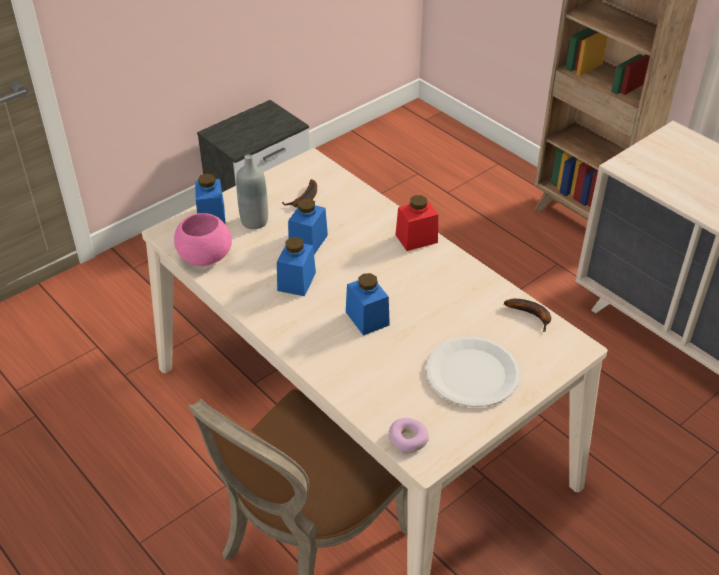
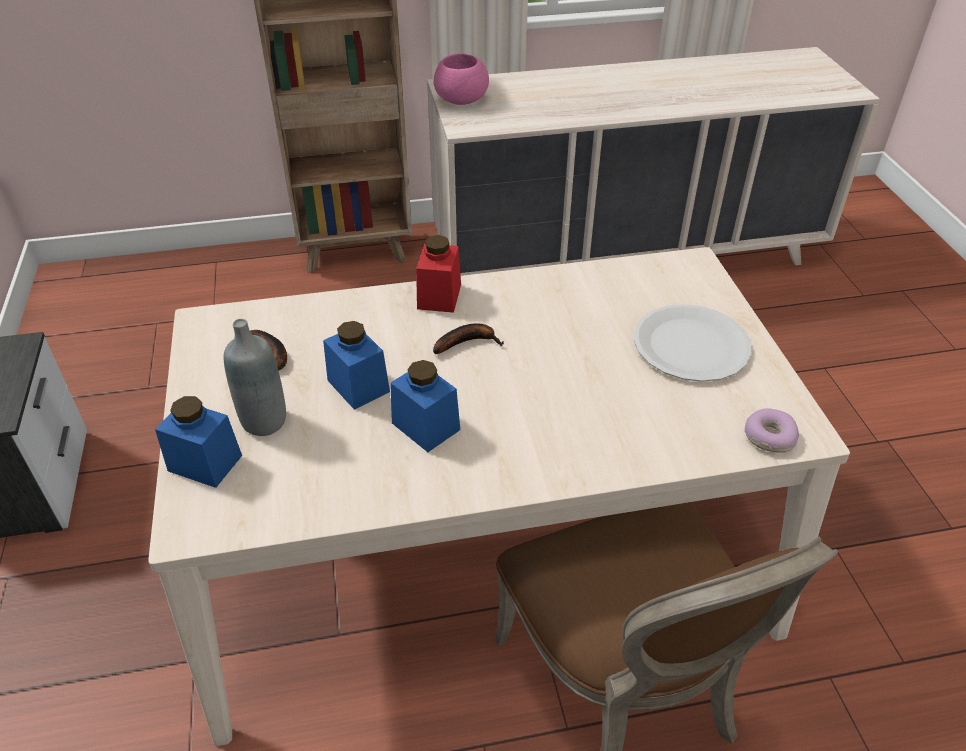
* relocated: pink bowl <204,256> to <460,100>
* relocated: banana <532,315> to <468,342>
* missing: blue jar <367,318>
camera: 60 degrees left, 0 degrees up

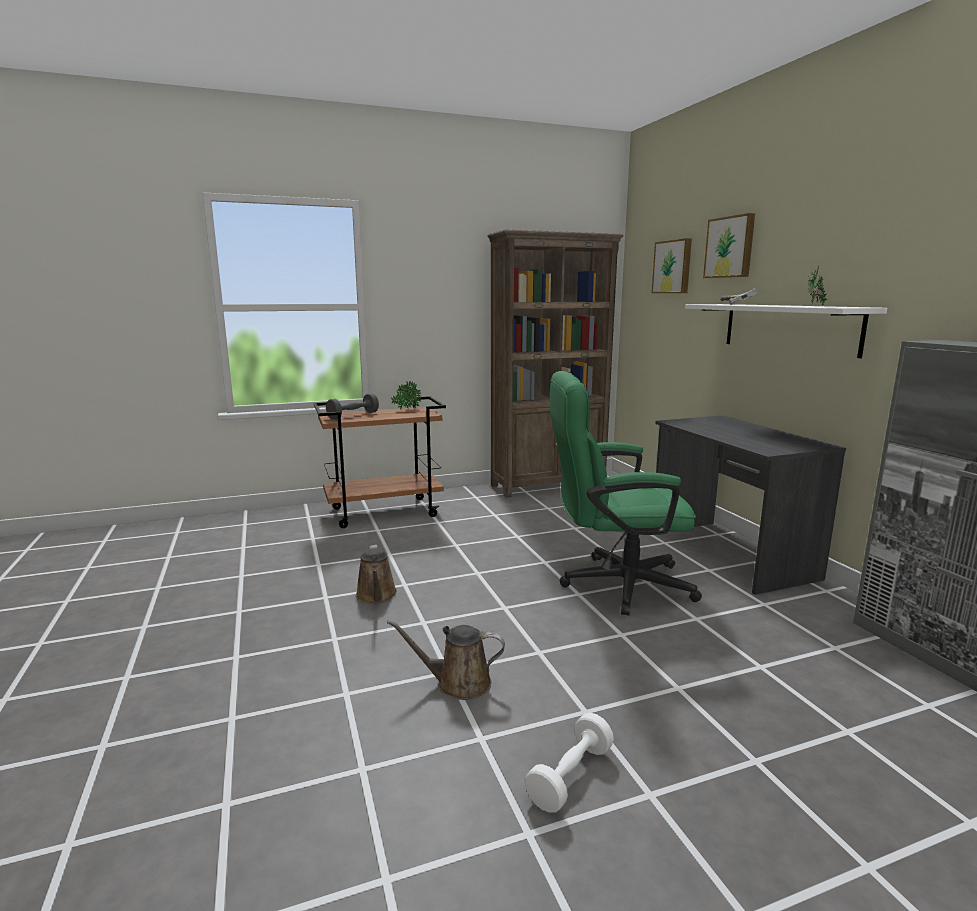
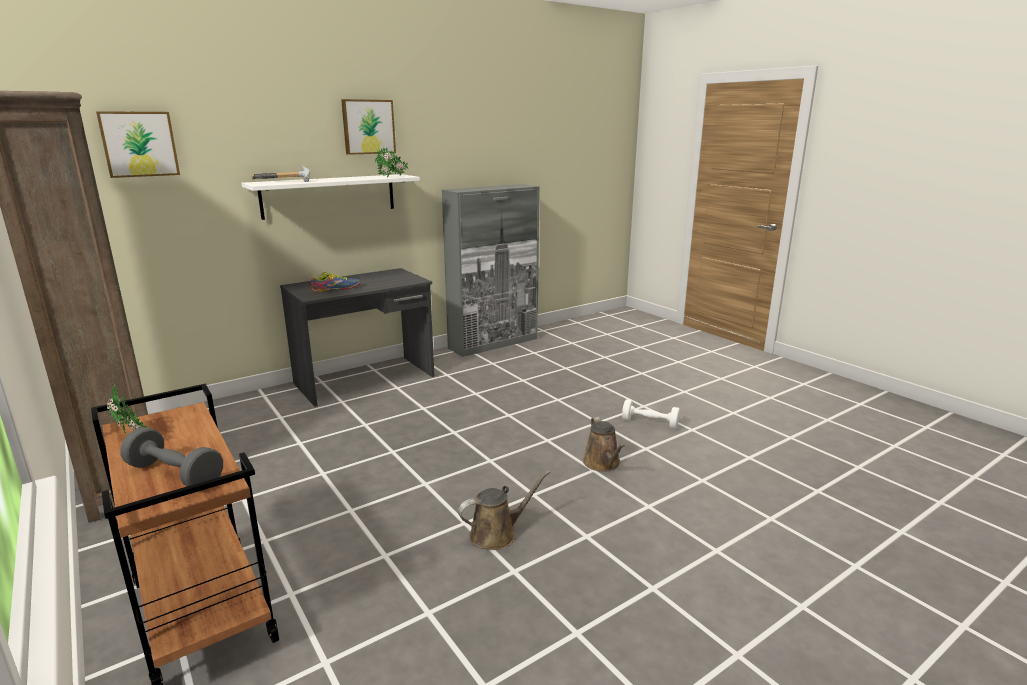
* appeared: shoe <336,288>
* relocated: picture <730,247> to <368,127>
* missing: green office chair <614,584>
camera: 105 degrees left, 5 degrees up

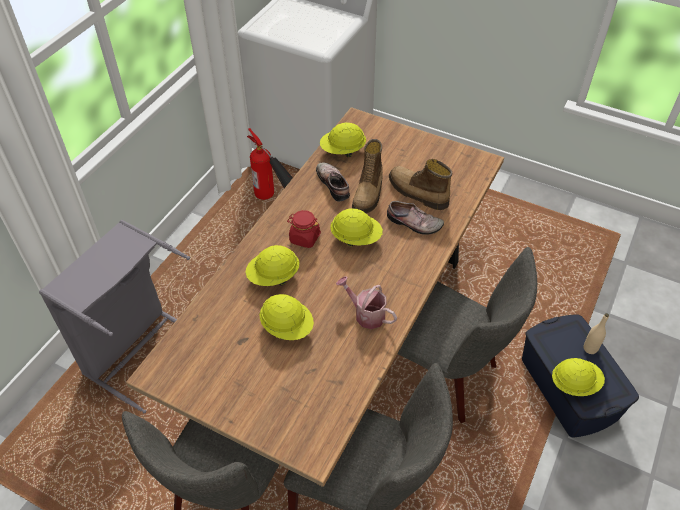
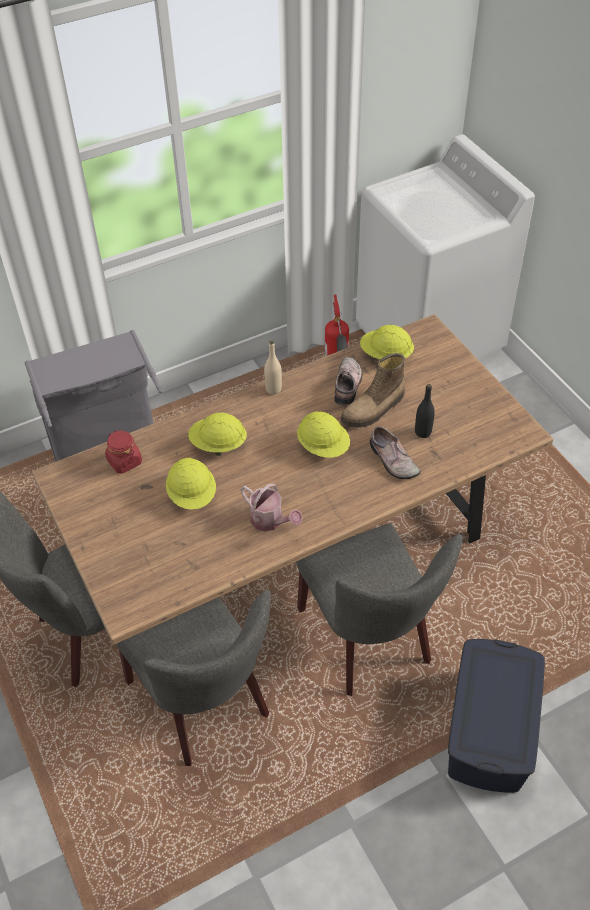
* relocated: red jar <304,238> to <124,461>
* spun: watering can <366,314> = <270,521> 150 degrees clockwise
* relocated: beige bottle <590,348> to <273,389>
* exchanged: boot <417,193> to black bottle <423,432>
* missing: yellow hard hat <574,384>
camera: 35 degrees right, 0 degrees up

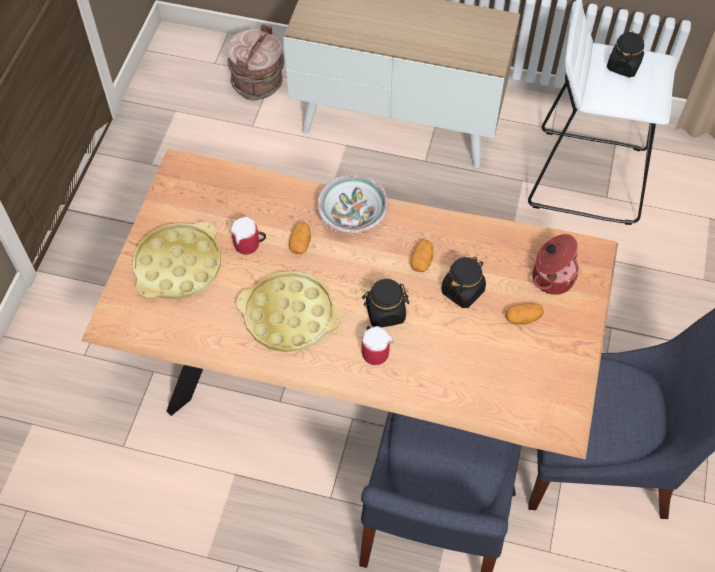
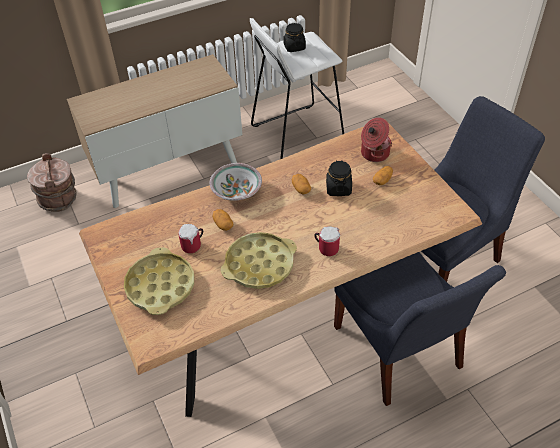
* missing: black jar <385,312>
camera: 40 degrees left, 10 degrees down

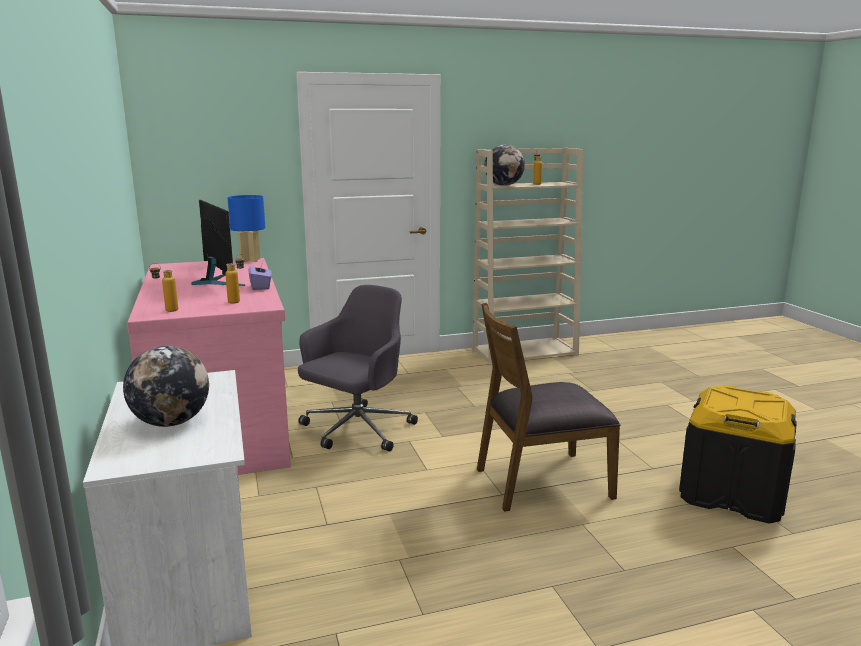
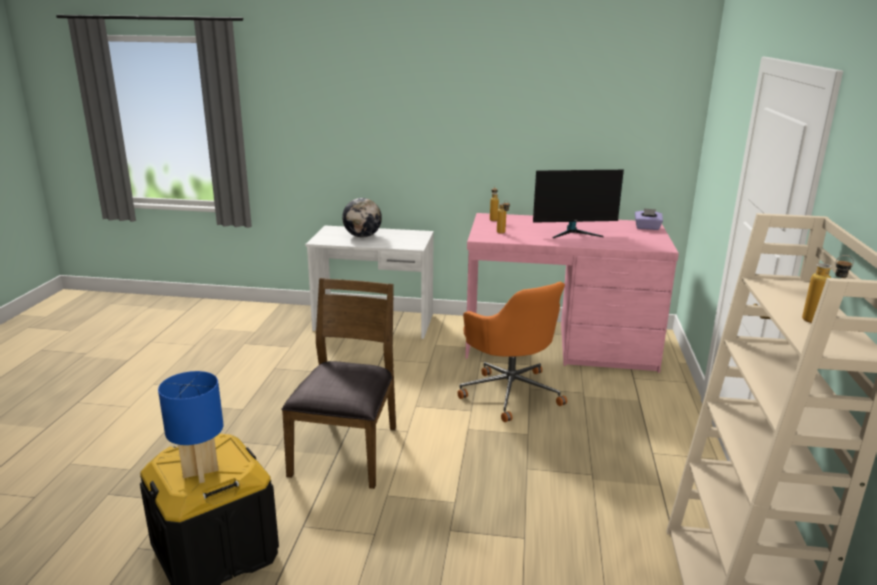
* relocated: blue table lamp <250,260> to <201,472>
* colour: grey office chair <356,430> to orange office chair <510,392>
* relocated: purple tissue box <261,286> to <647,228>
* missing: globe <503,185>
camera: 115 degrees right, 5 degrees up

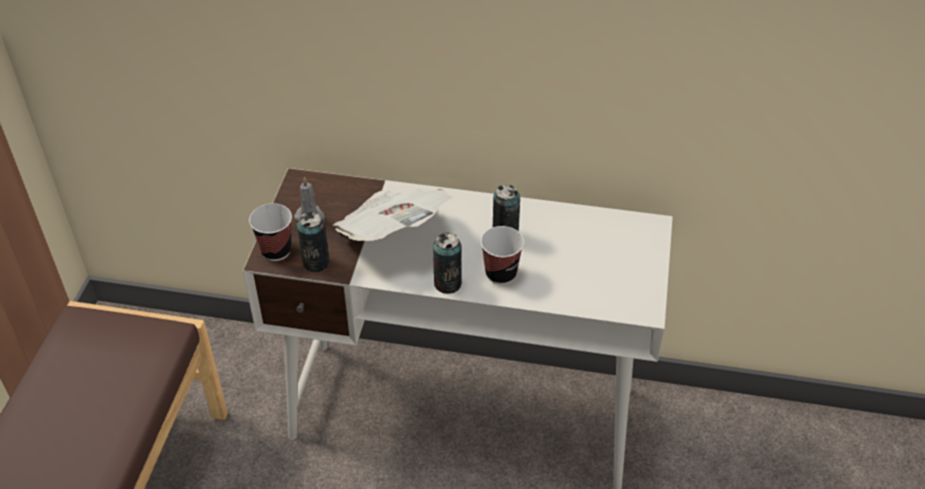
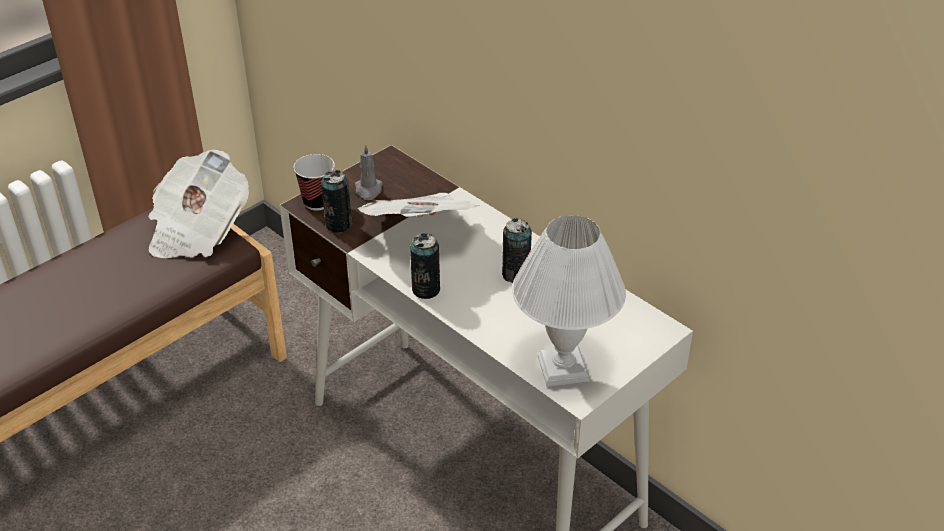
* appeared: newspaper <197,230>
* appeared: white table lamp <564,367>
* missing: cup <501,274>
camera: 35 degrees right, 5 degrees down

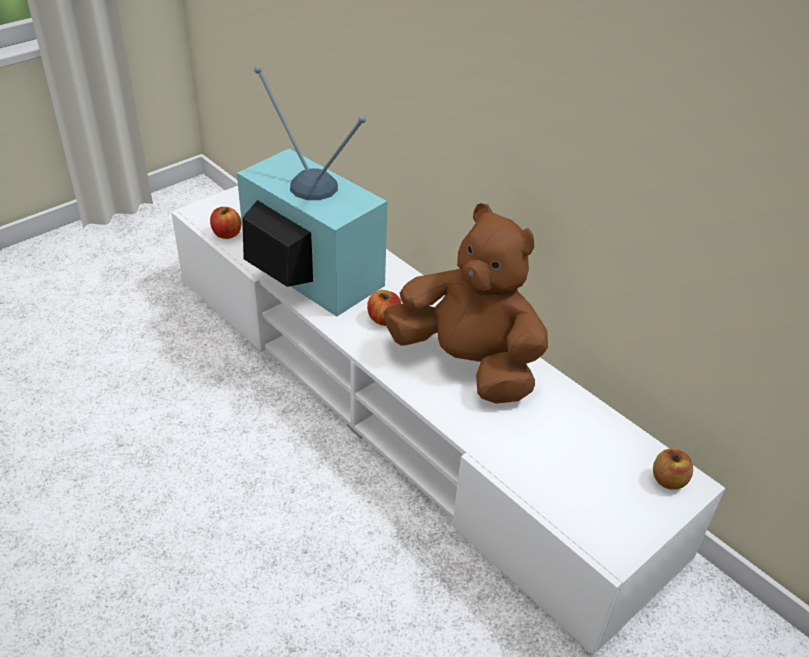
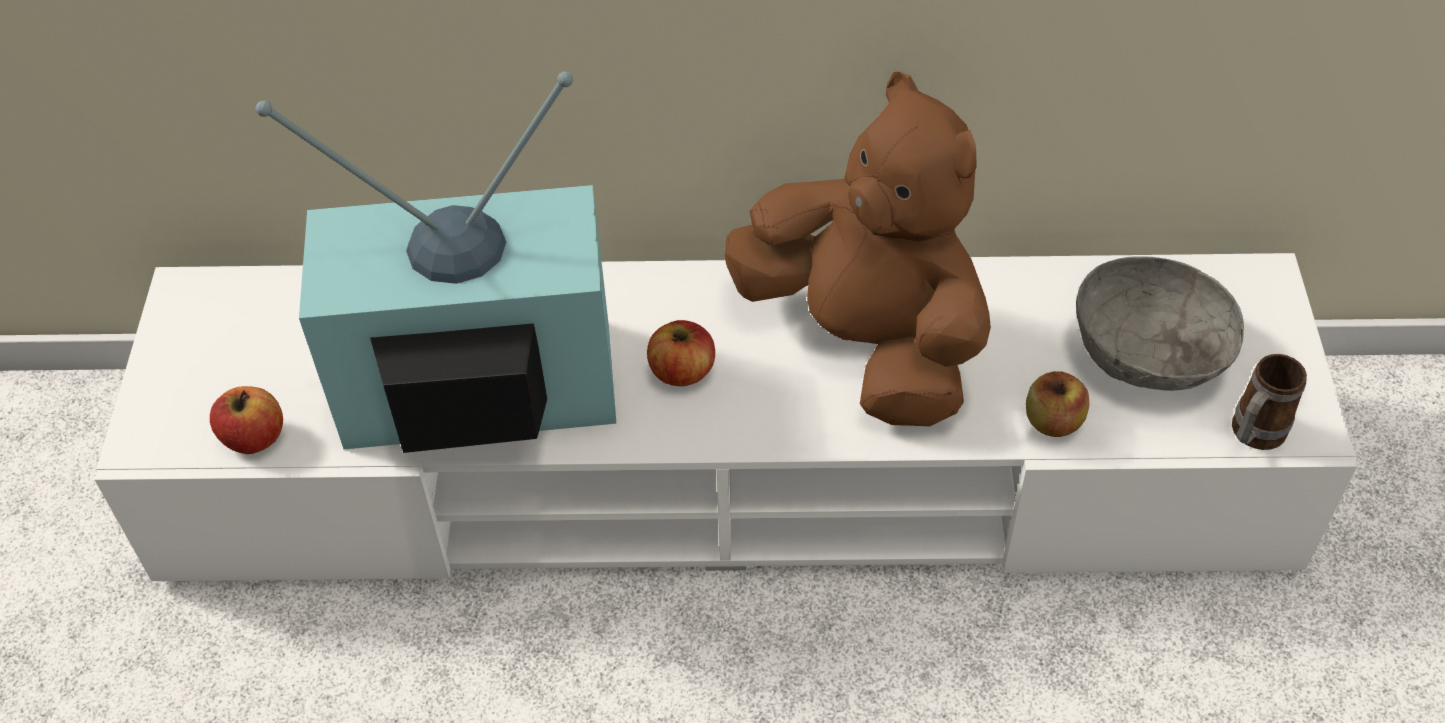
* spun: brown plush toy <467,364> = <865,341> 60 degrees clockwise
* relocated: apple <668,480> to <1053,422>
* appeared: grey bowl <1149,354>
* appeared: mug <1252,436>
camera: 45 degrees left, 10 degrees up

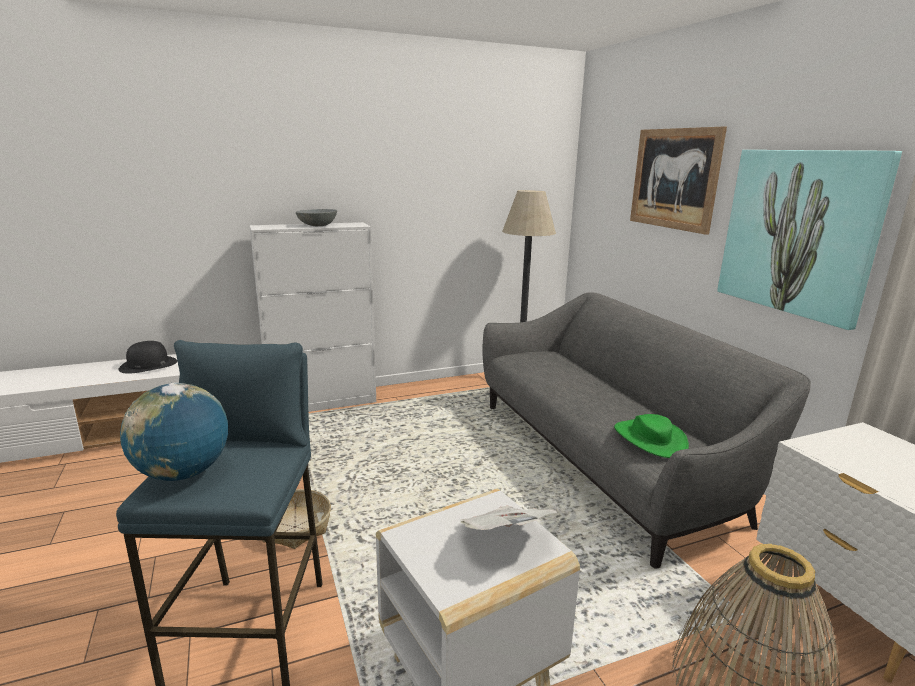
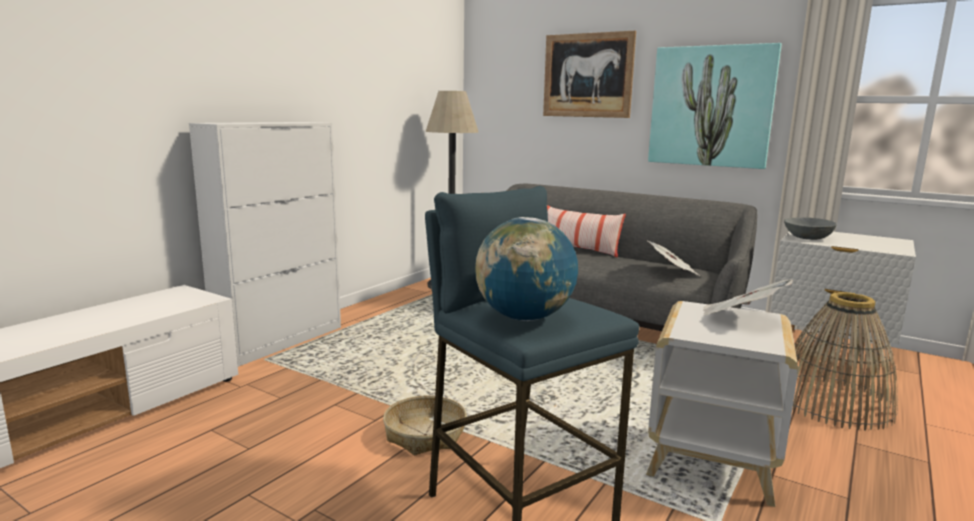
* appeared: pillow <577,250>
* exchanged: green hat <649,439> to newspaper <672,272>
* relocated: grey bowl <318,225> to <807,238>
* missing: black hat <148,365>
camera: 35 degrees left, 5 degrees down

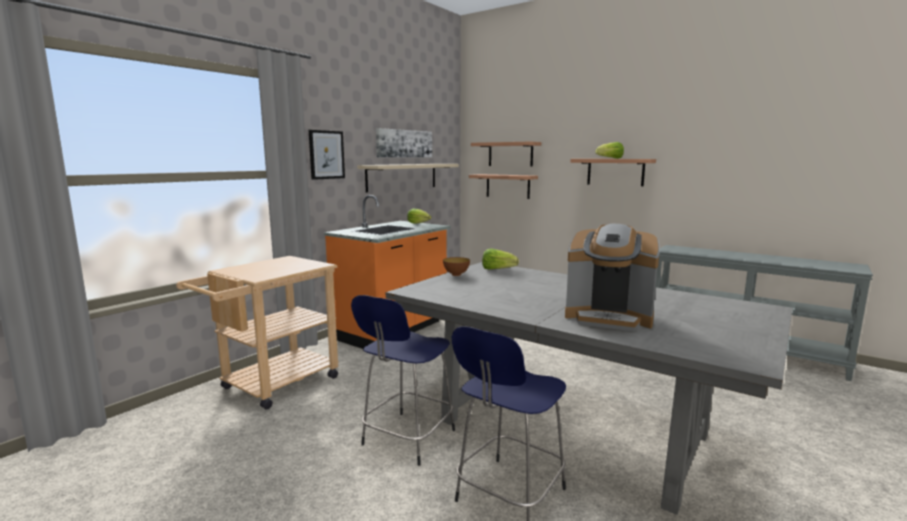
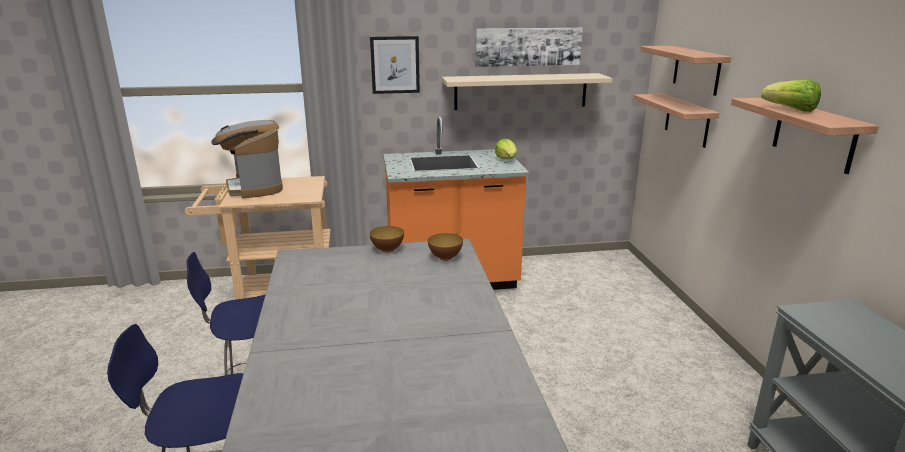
* relocated: coffee machine <609,317> to <254,188>
* exchanged: lettuce <497,269> to bowl <445,258>
camera: 45 degrees right, 10 degrees up

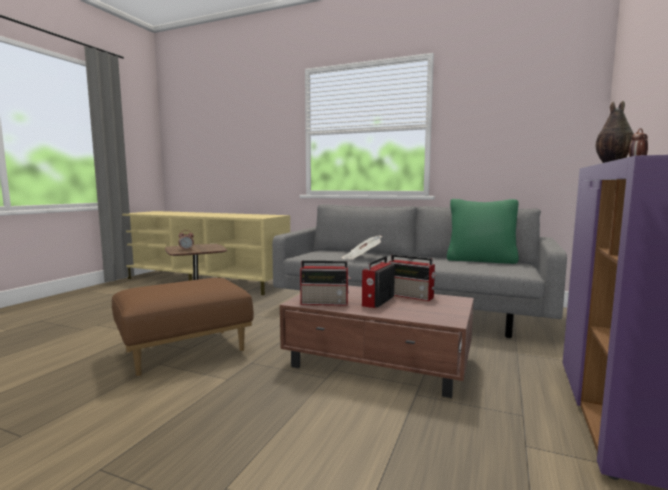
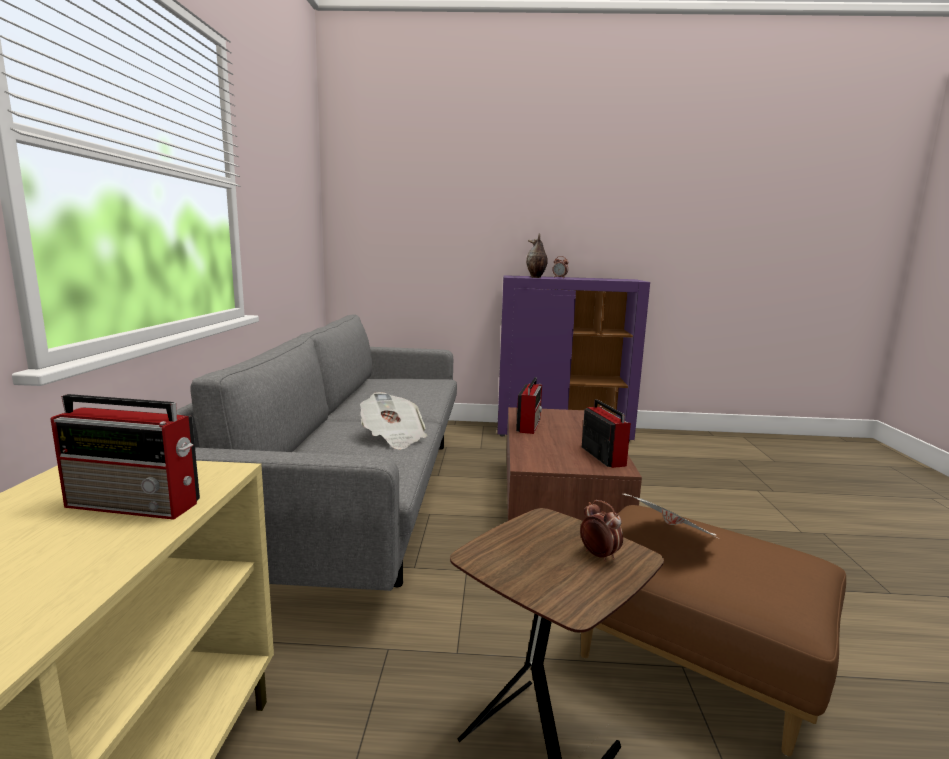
* relocated: radio <377,301> to <136,505>
* appeared: newspaper <671,540>
* missing: green pillow <481,260>
camera: 110 degrees left, 5 degrees up

